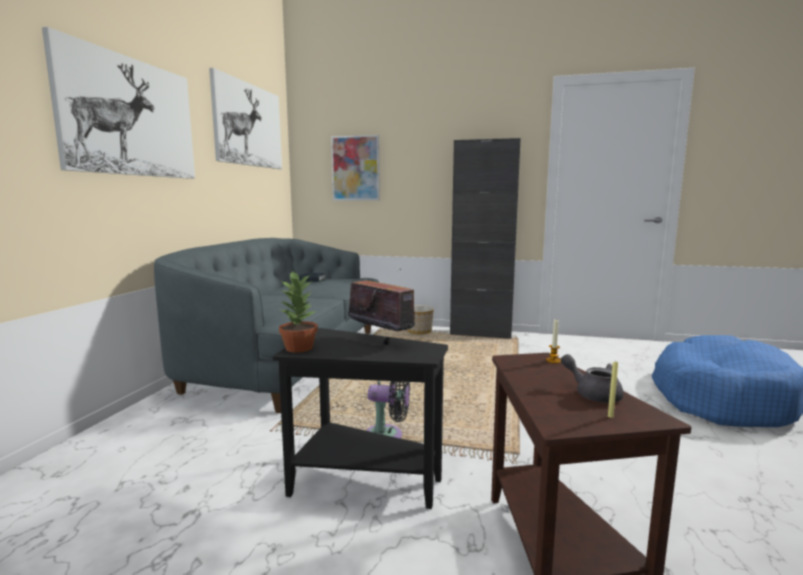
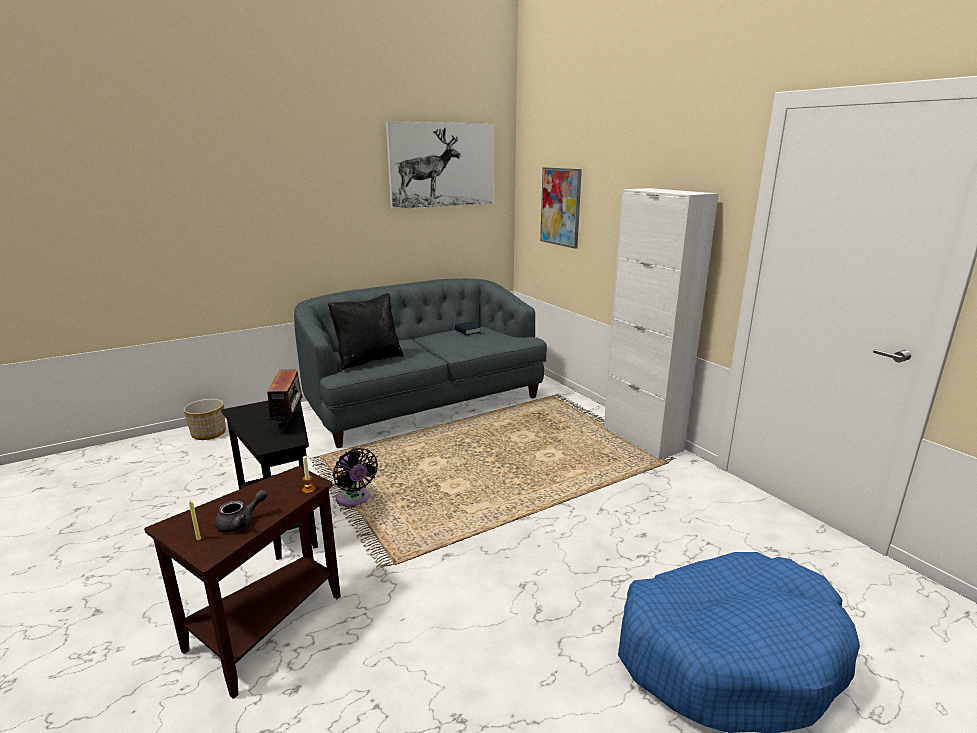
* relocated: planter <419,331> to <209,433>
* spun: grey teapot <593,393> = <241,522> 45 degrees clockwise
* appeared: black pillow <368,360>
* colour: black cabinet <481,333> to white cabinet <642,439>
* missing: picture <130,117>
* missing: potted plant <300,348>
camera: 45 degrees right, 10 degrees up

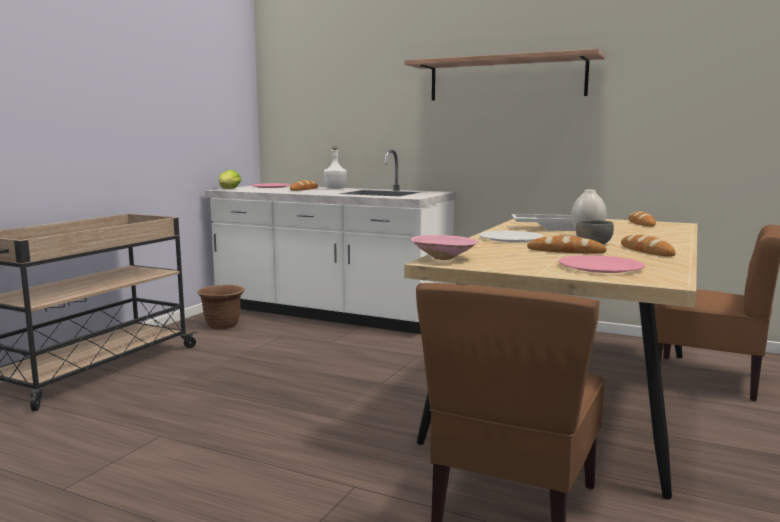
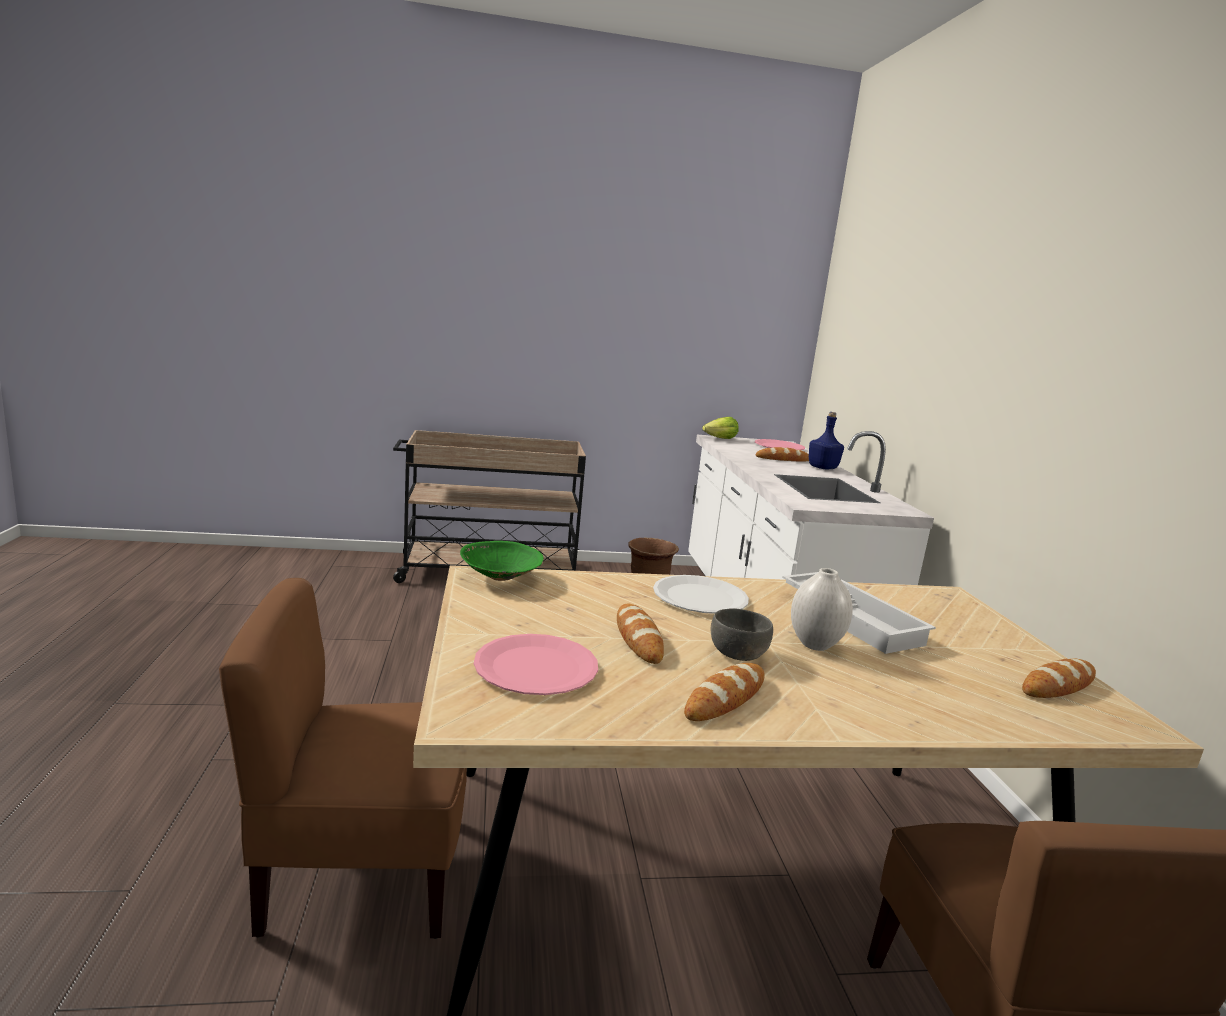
* colour: pink bowl <444,258> to green bowl <501,578>
* colour: white bottle <336,188> to blue bottle <823,468>
* missing: shelf <506,79>
camera: 55 degrees right, 5 degrees up

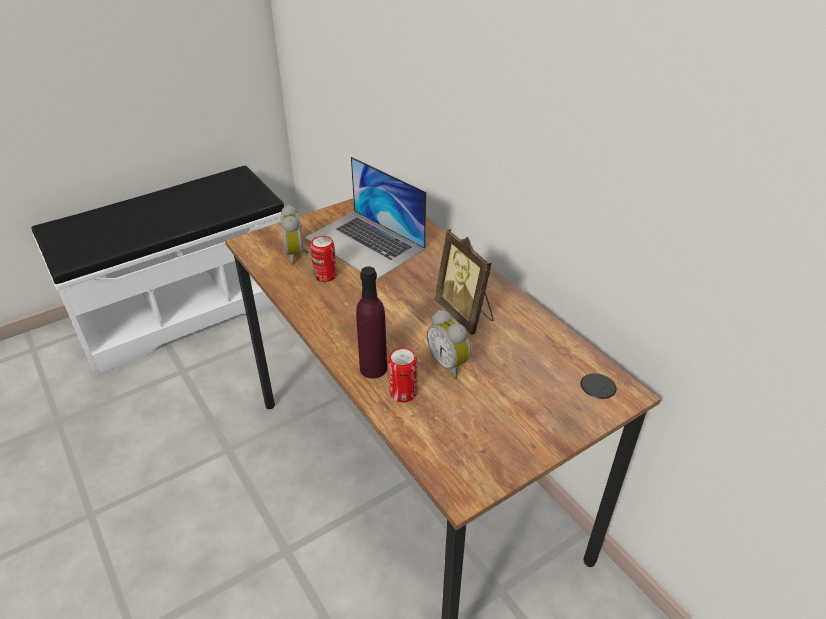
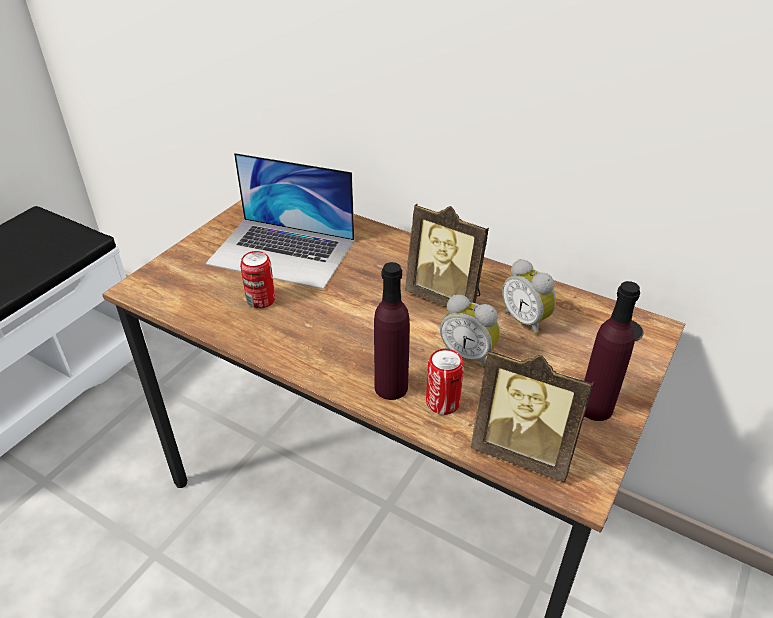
* appeared: picture frame <523,451>
* relocated: alarm clock <297,254> to <526,321>
* appeared: purple bottle <595,407>
camera: 25 degrees left, 0 degrees up

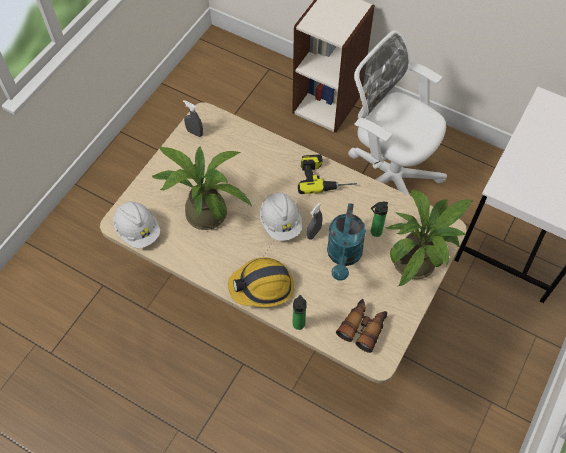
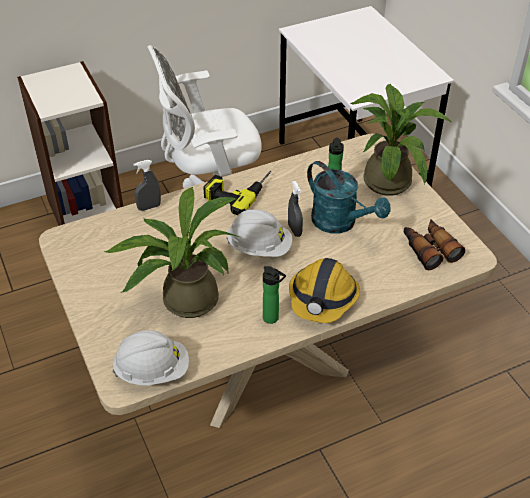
* relocated: grey spray bottle <195,132> to <149,207>
* relocated: bottle <298,326> to <272,319>
camera: 55 degrees left, 15 degrees down

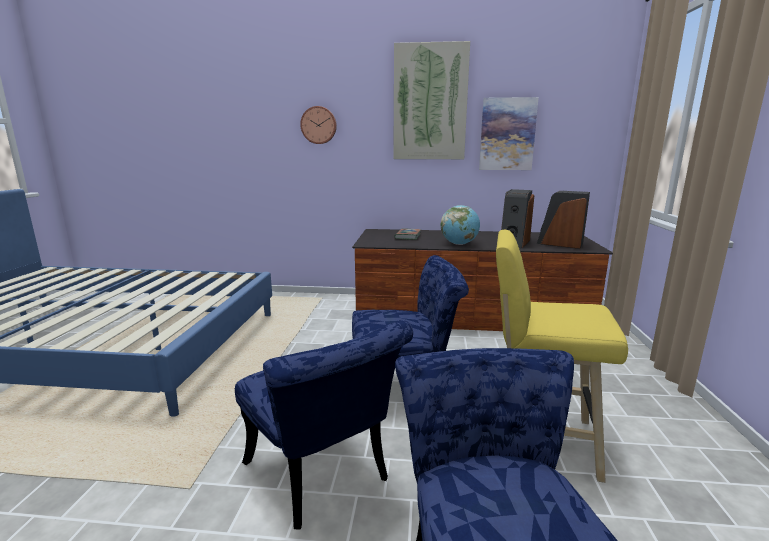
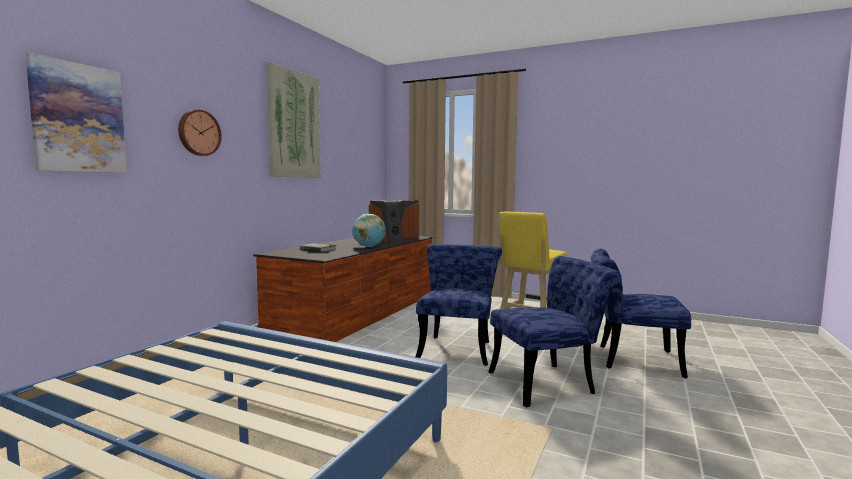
* relocated: picture <507,134> to <78,118>
camera: 70 degrees left, 10 degrees down

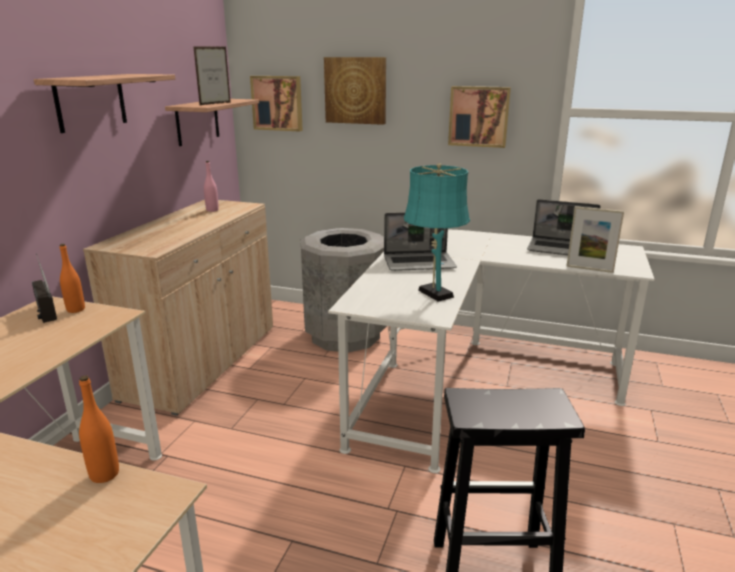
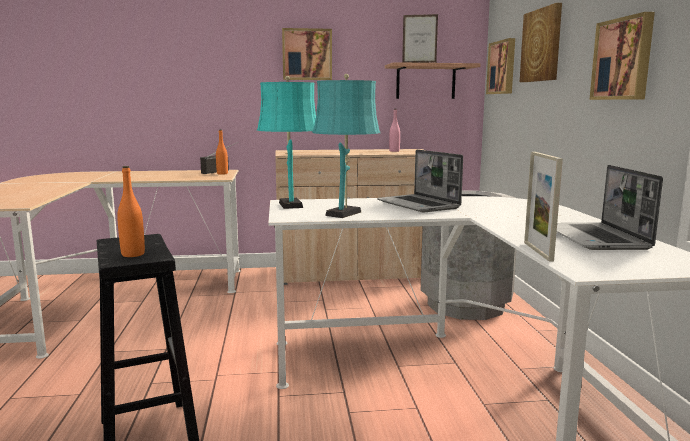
* relocated: orange bottle <104,474> to <133,254>
* appeared: turquoise table lamp <290,204>
* exchanged: shelf <91,102> to picture <307,54>
camera: 65 degrees right, 10 degrees down

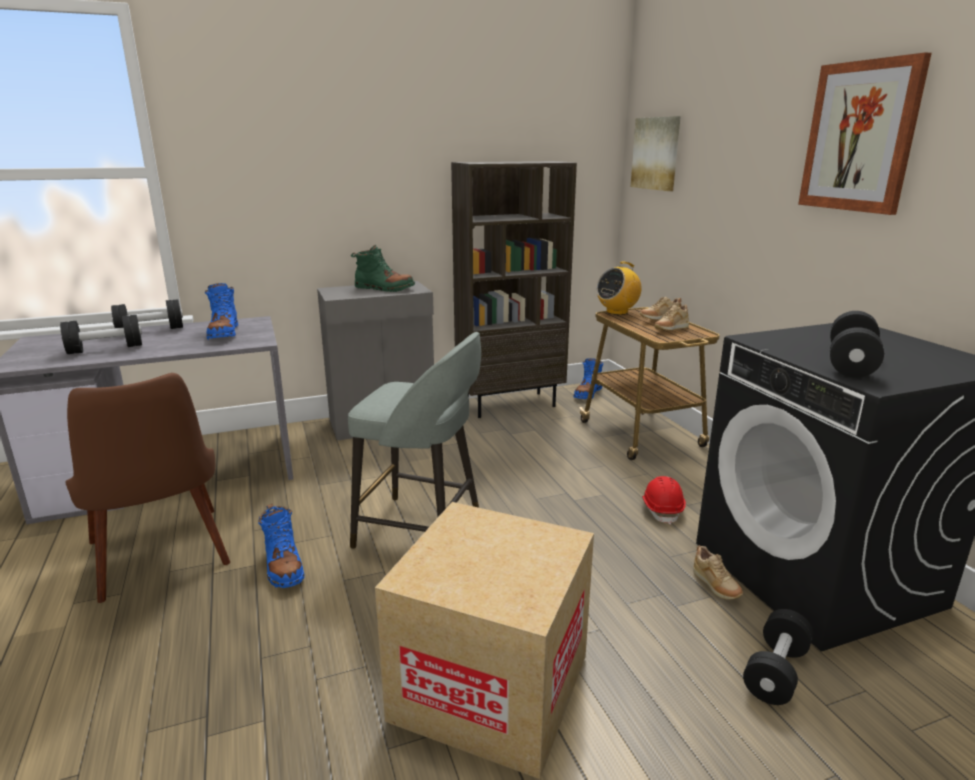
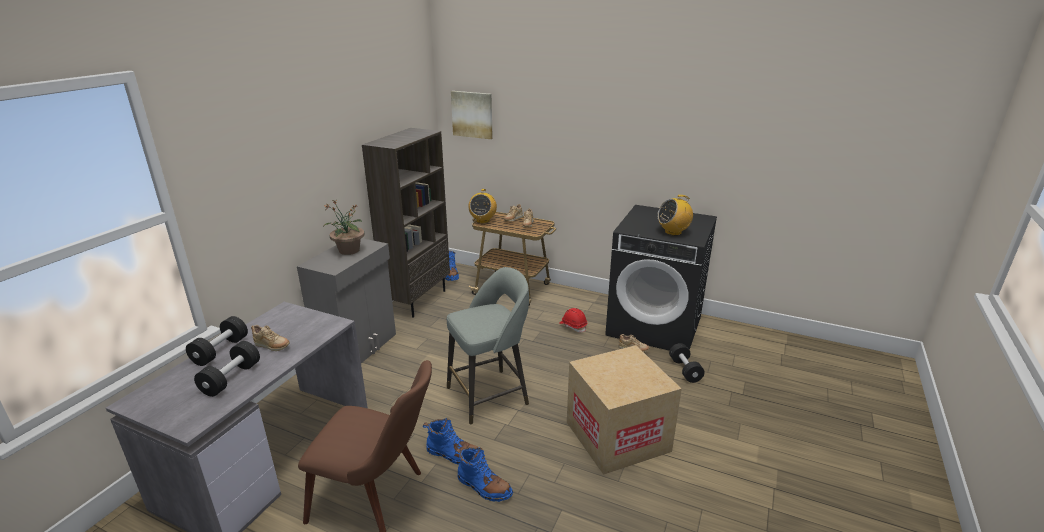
* appeared: beige shoe <272,347>
* exchanged: green boot <384,288> to potted plant <349,251>
* relocated: blue boot <224,333> to <484,487>
* exchanged: black dumbbell <850,363> to radio <673,232>
* missing: picture <860,137>
camera: 45 degrees left, 5 degrees up

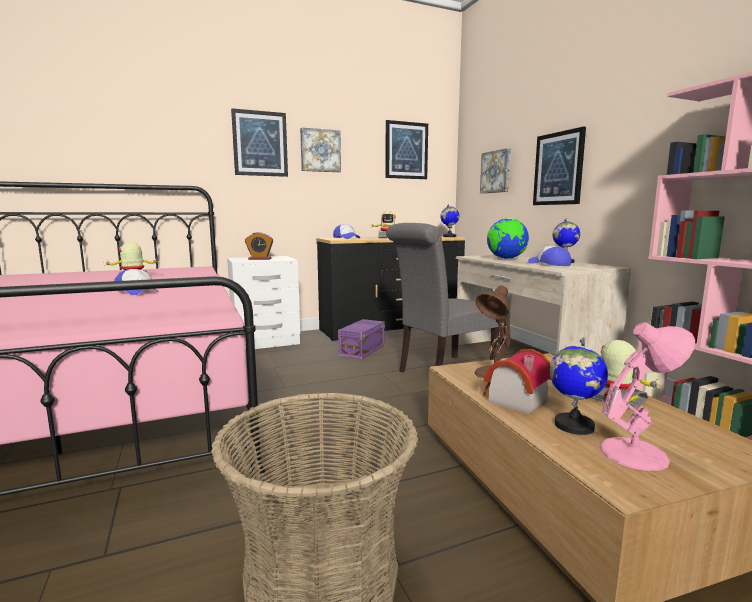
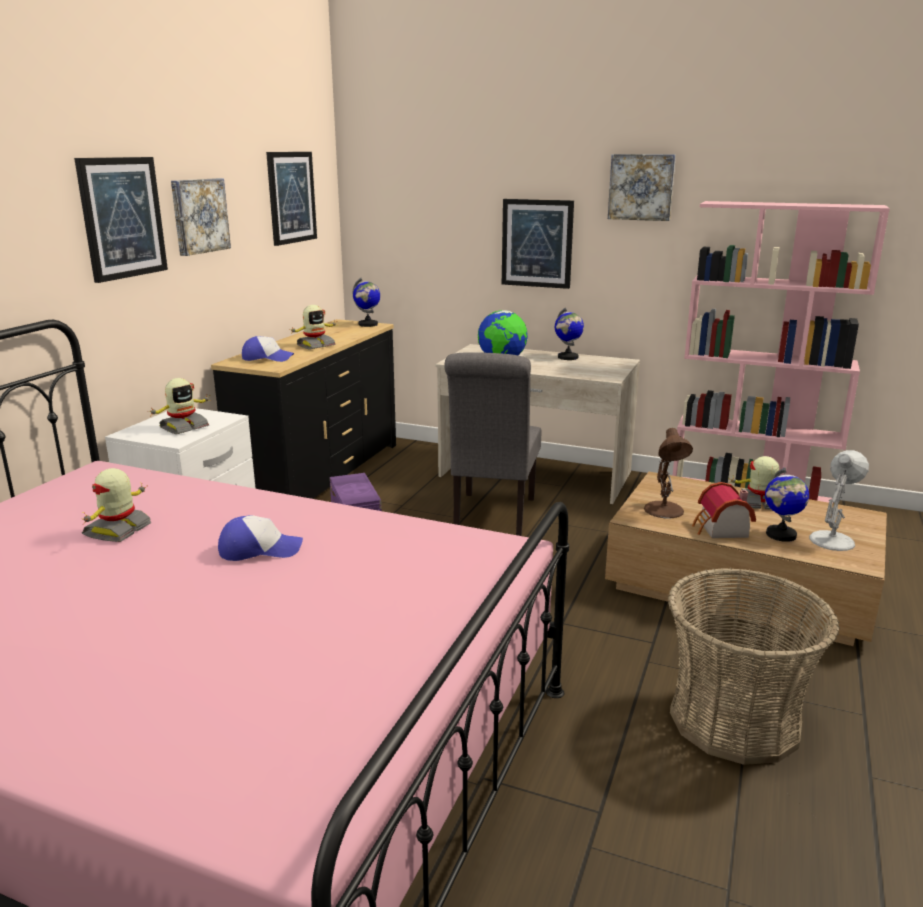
* exchanged: alarm clock <260,259> to toy robot <183,427>
* relocated: picture <496,172> to <641,187>
* colour: pink table lamp <636,453> to white table lamp <832,540>
* missing: cap <549,264>
camera: 45 degrees left, 10 degrees up

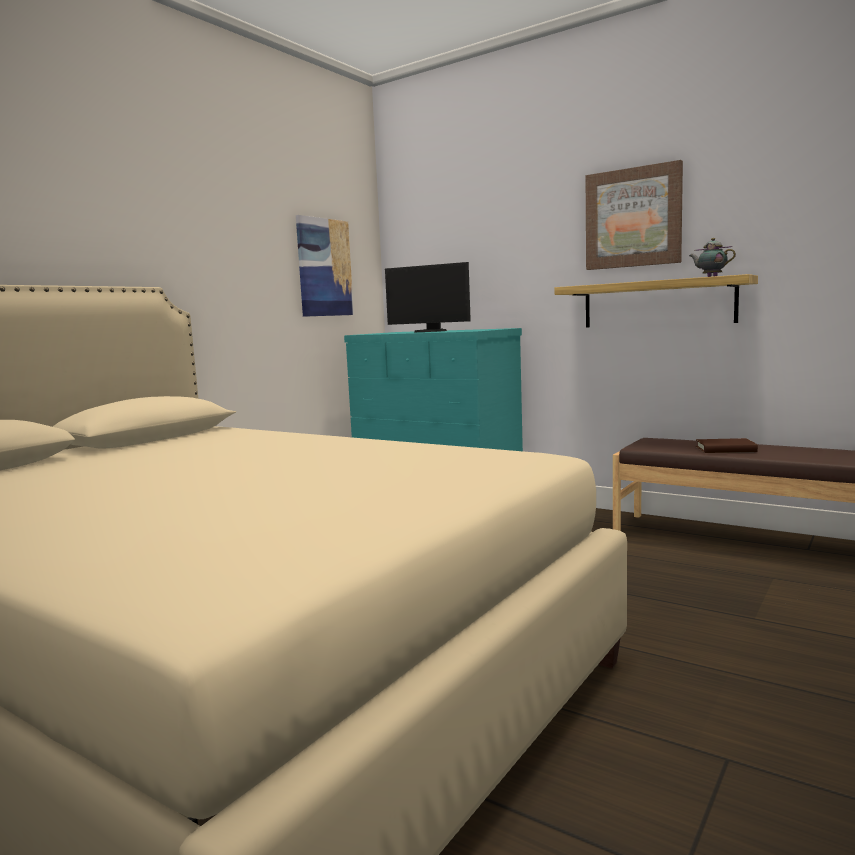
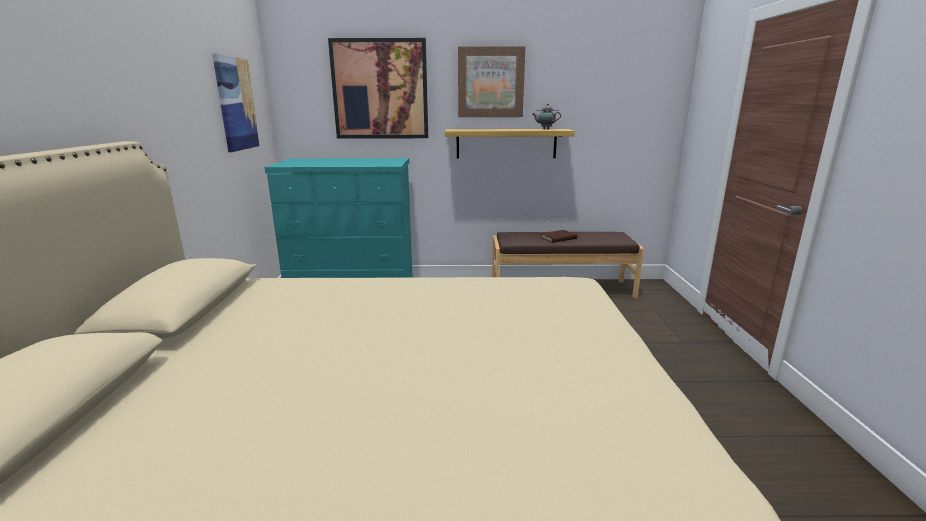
* appeared: picture <380,89>
* missing: monitor <429,331>
camera: 35 degrees left, 10 degrees up

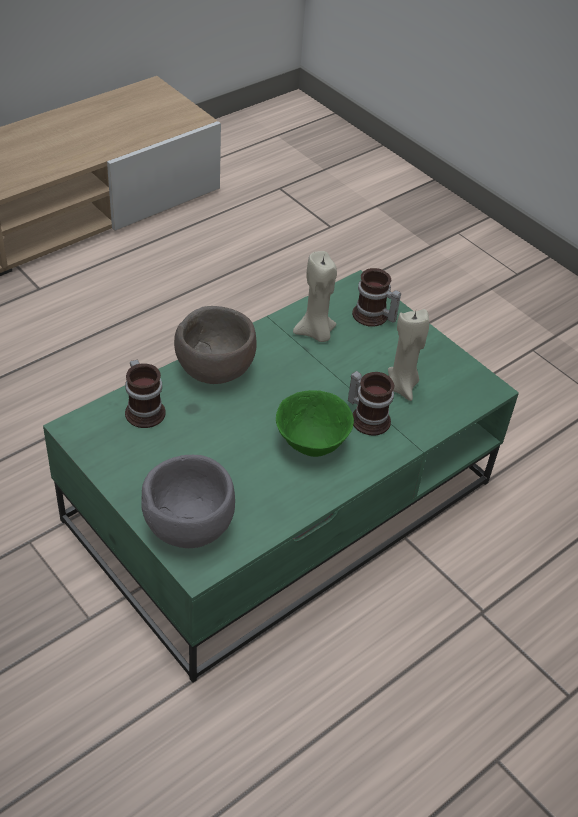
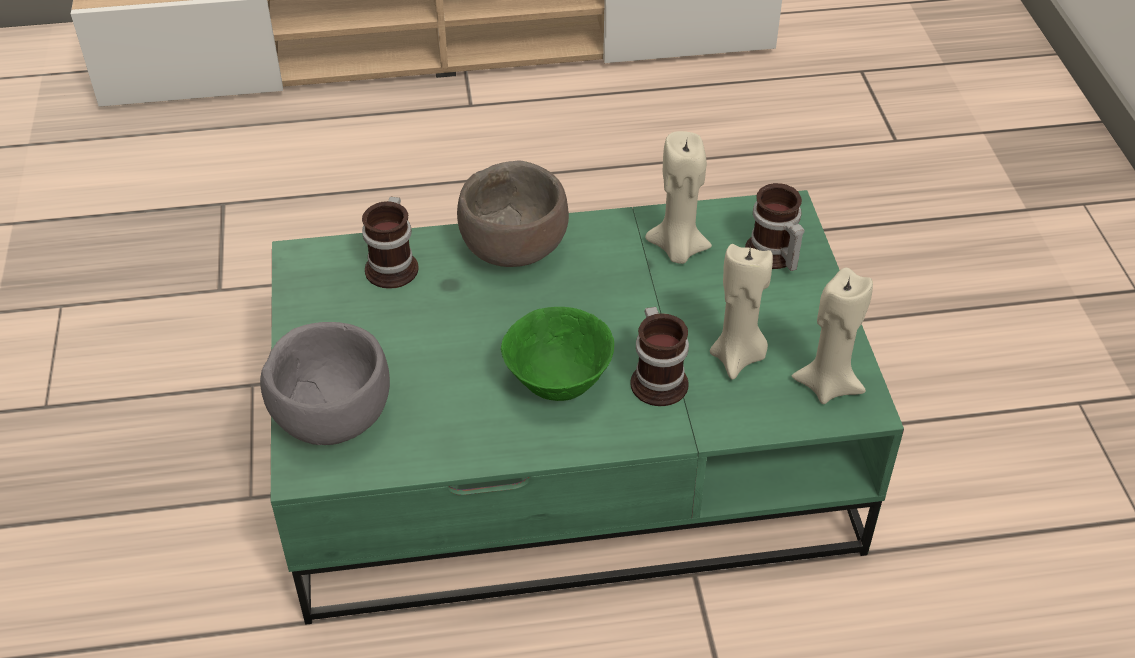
* appeared: beige candle <827,385>
camera: 35 degrees right, 0 degrees up

